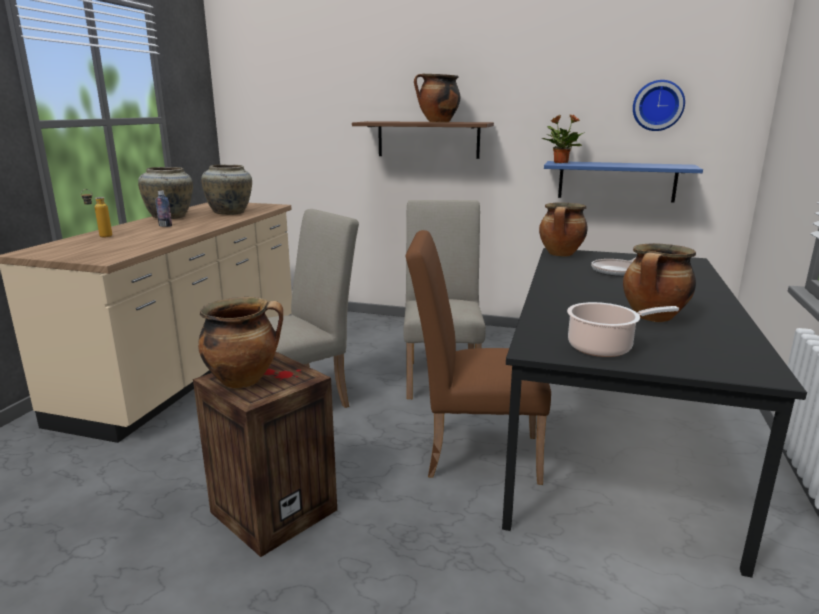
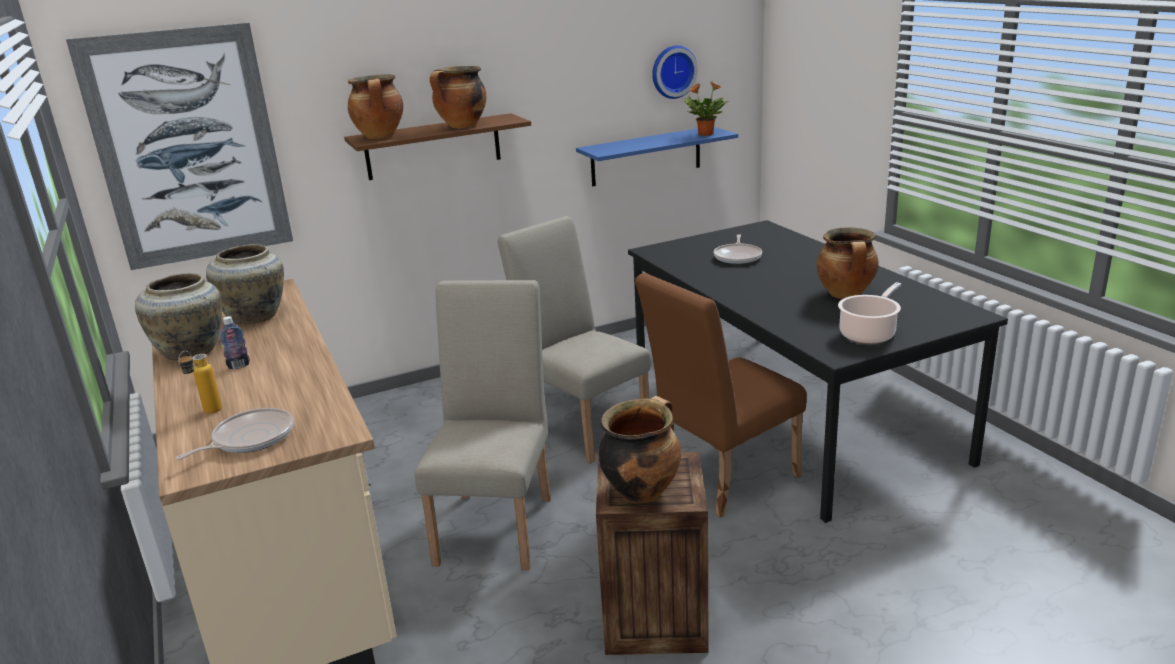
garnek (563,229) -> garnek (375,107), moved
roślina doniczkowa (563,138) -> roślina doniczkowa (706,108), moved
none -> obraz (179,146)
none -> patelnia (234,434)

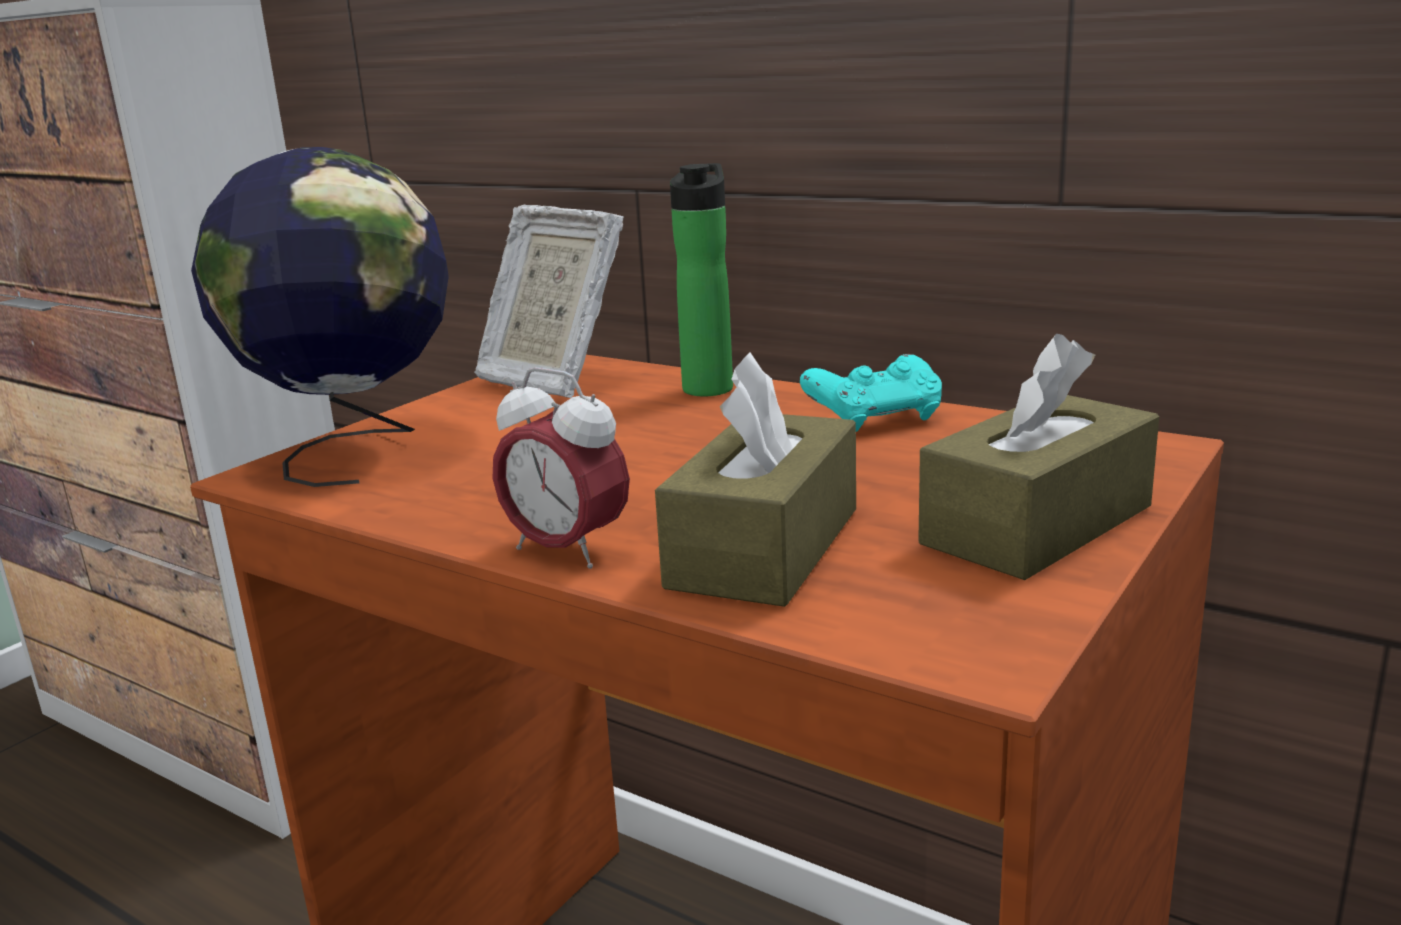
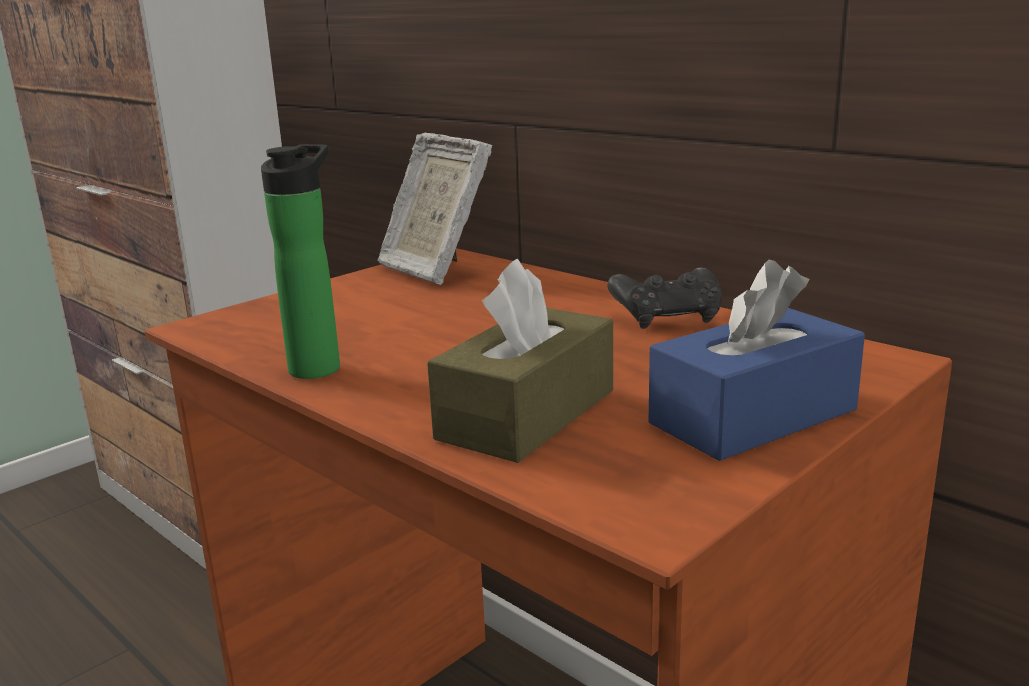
globus (320,317) -> none
budzik (561,468) -> none
butelka (701,279) -> butelka (300,261), moved
pad do gier/turkusowy (871,393) -> pad do gier/czarny (664,298)
pudełko chusteczek/brązowy (1038,457) -> pudełko chusteczek/niebieski (757,360)

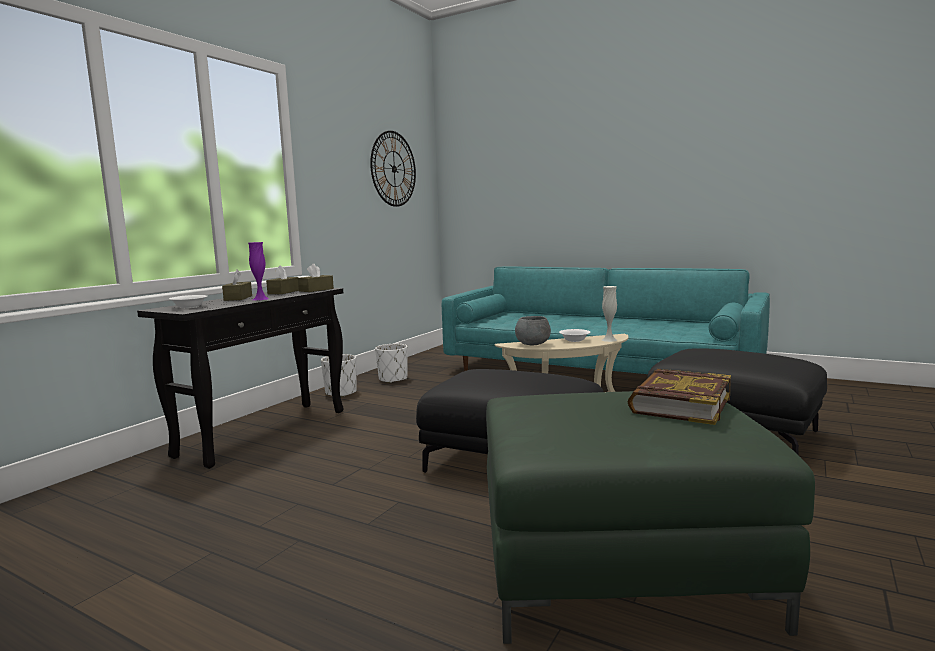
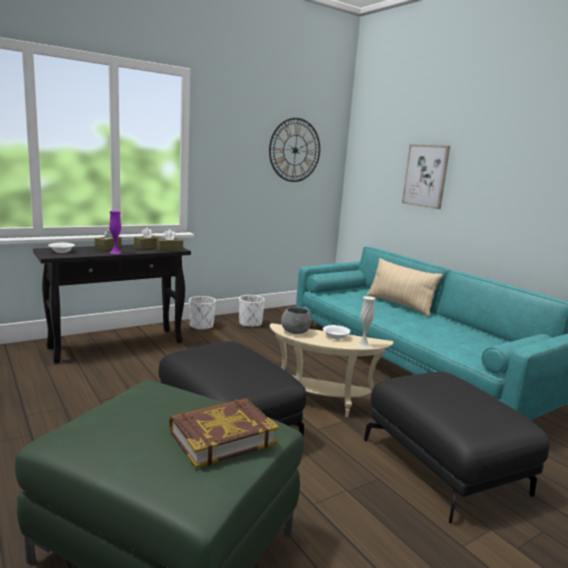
none -> poduszka/beżowy (405,287)
none -> obraz (426,176)

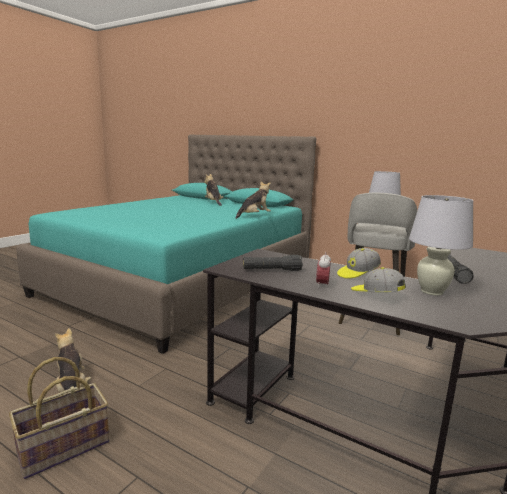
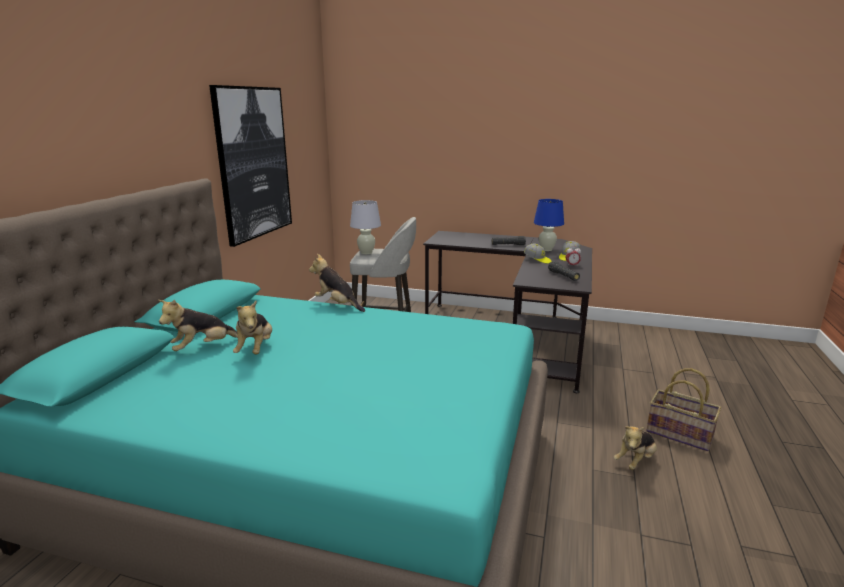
lampa stołowa/biały (441,245) -> lampa stołowa/niebieski (549,225)
none -> obraz (250,166)
none -> pluszak (252,327)

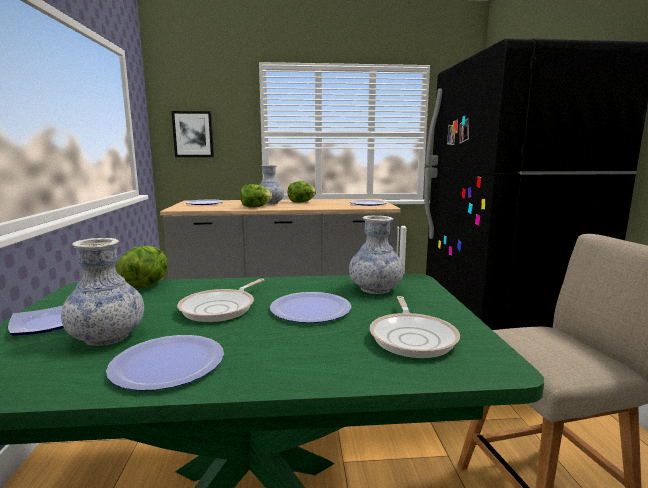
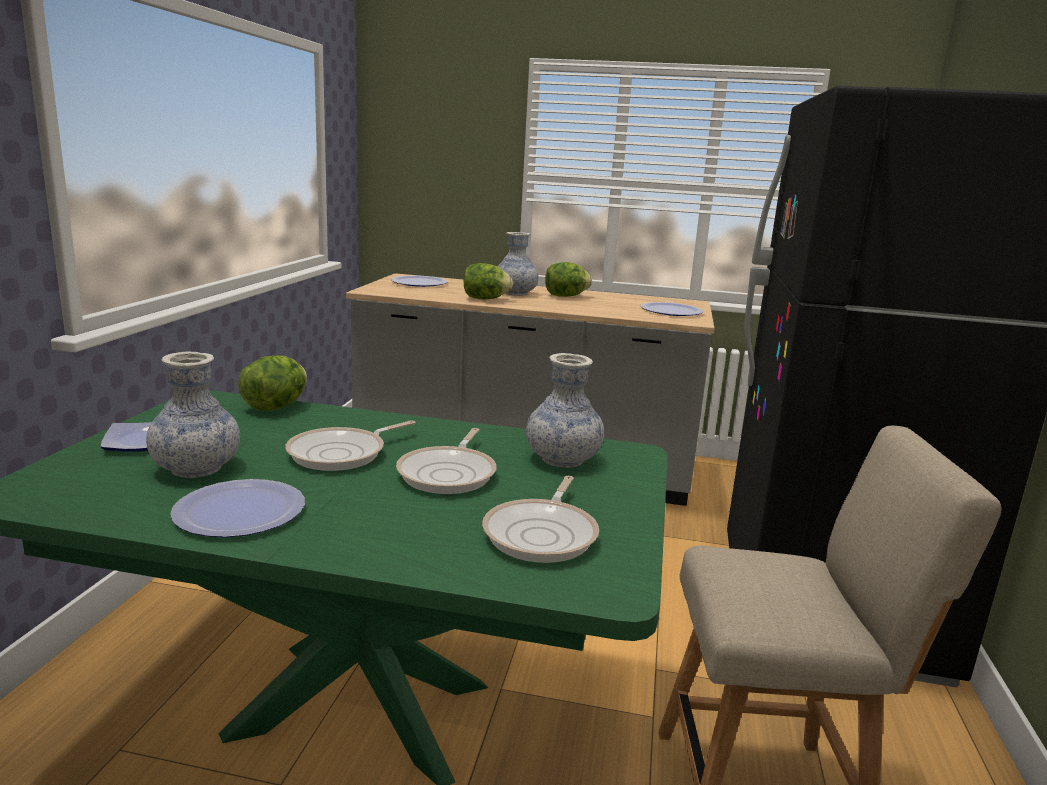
obraz (192,134) -> none
talerz (310,307) -> patelnia (446,461)

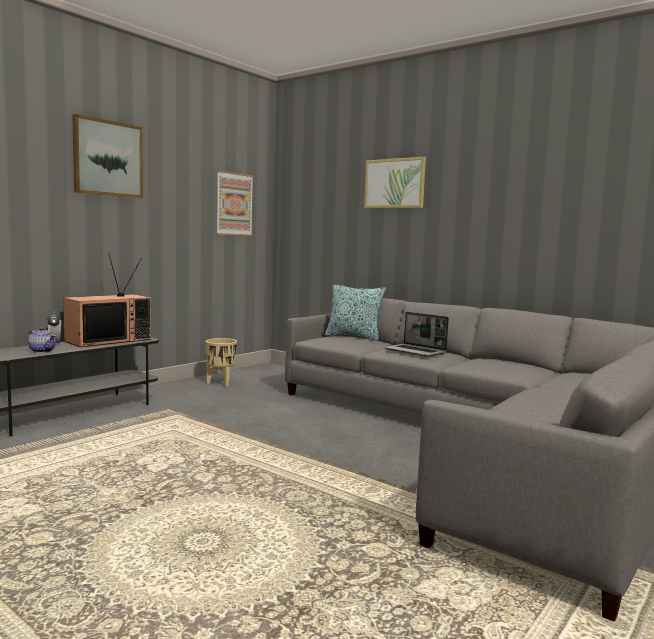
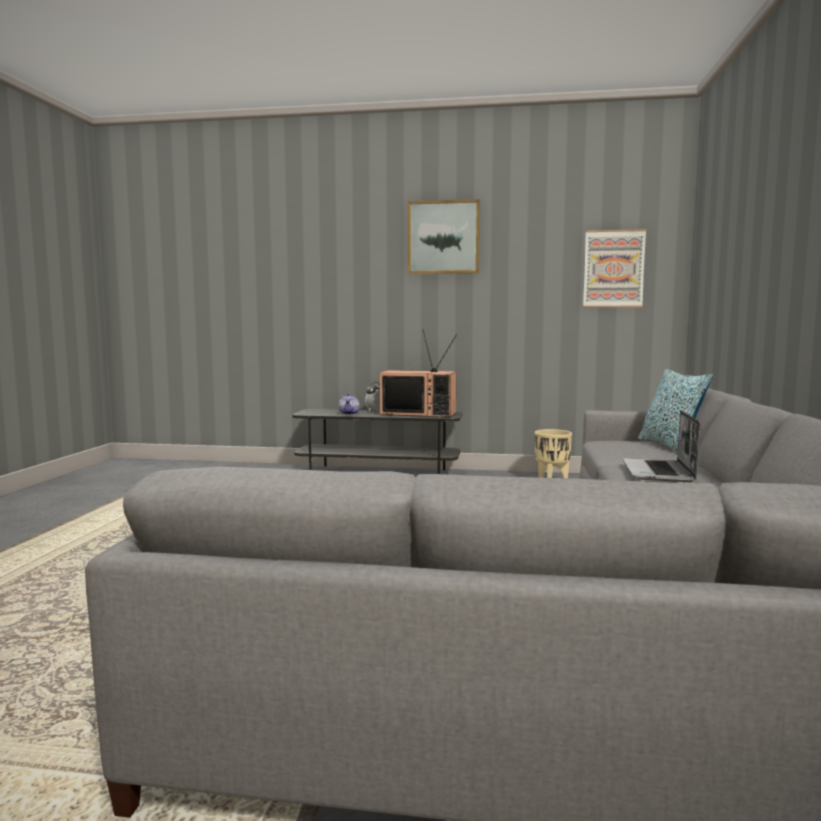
obraz (395,182) -> none

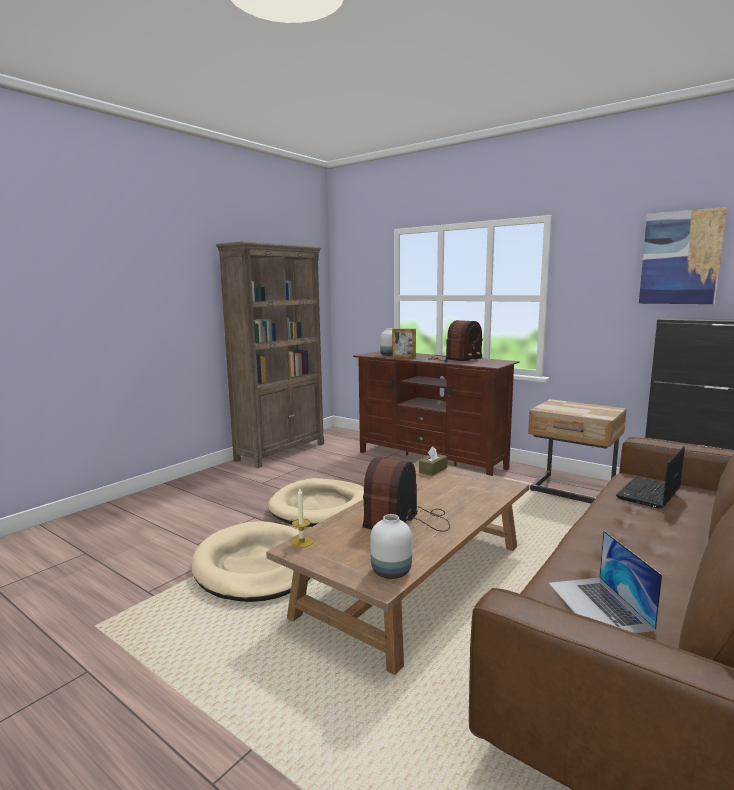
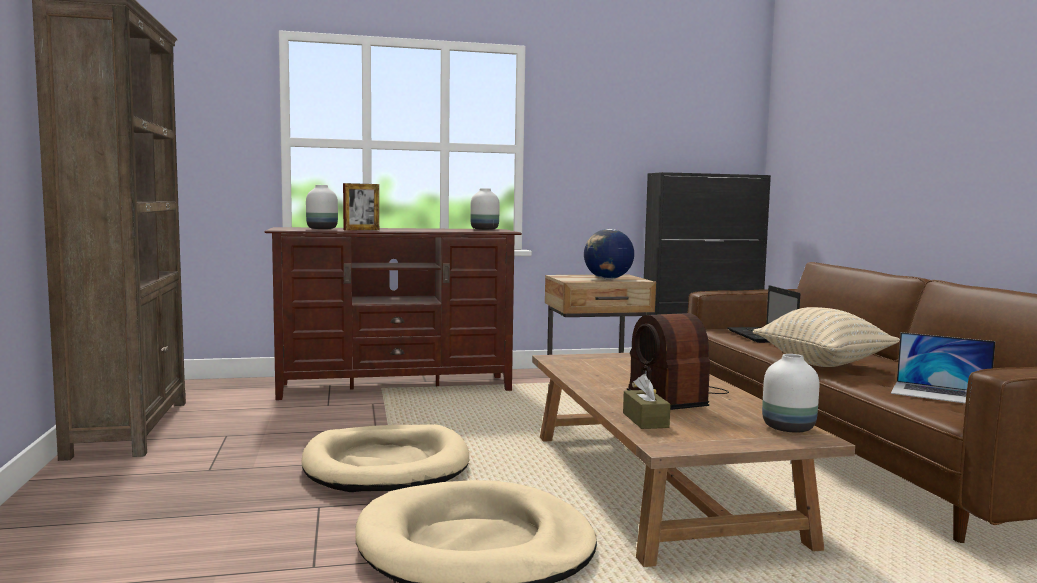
świeca (302,518) -> none
pudełko chusteczek/brązowy (433,461) -> pudełko chusteczek/brązowy (646,401), moved
radio (455,341) -> none
obraz (683,255) -> none
none -> wazon/biały (485,209)
none -> globus (609,254)
none -> poduszka/beżowy (826,337)

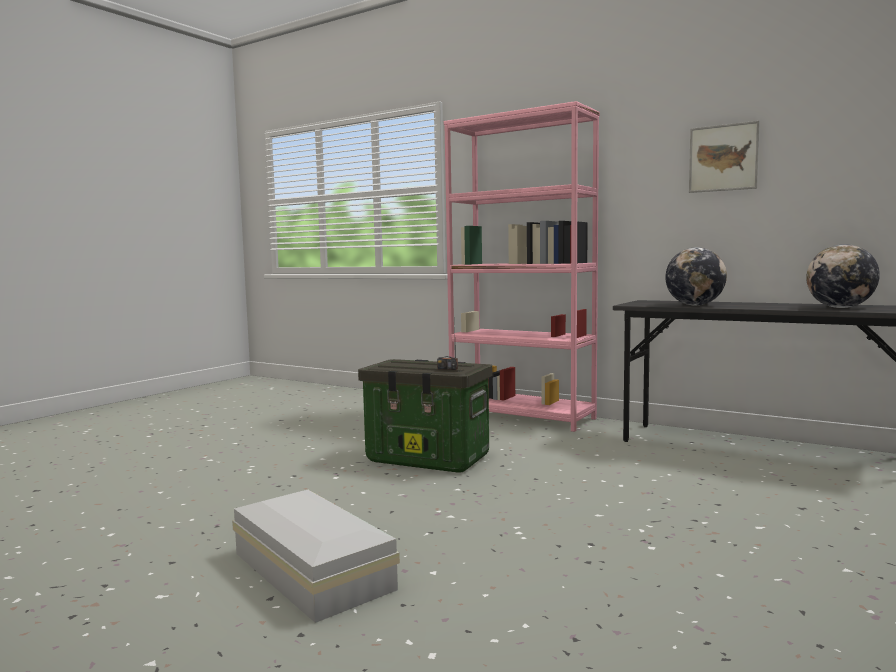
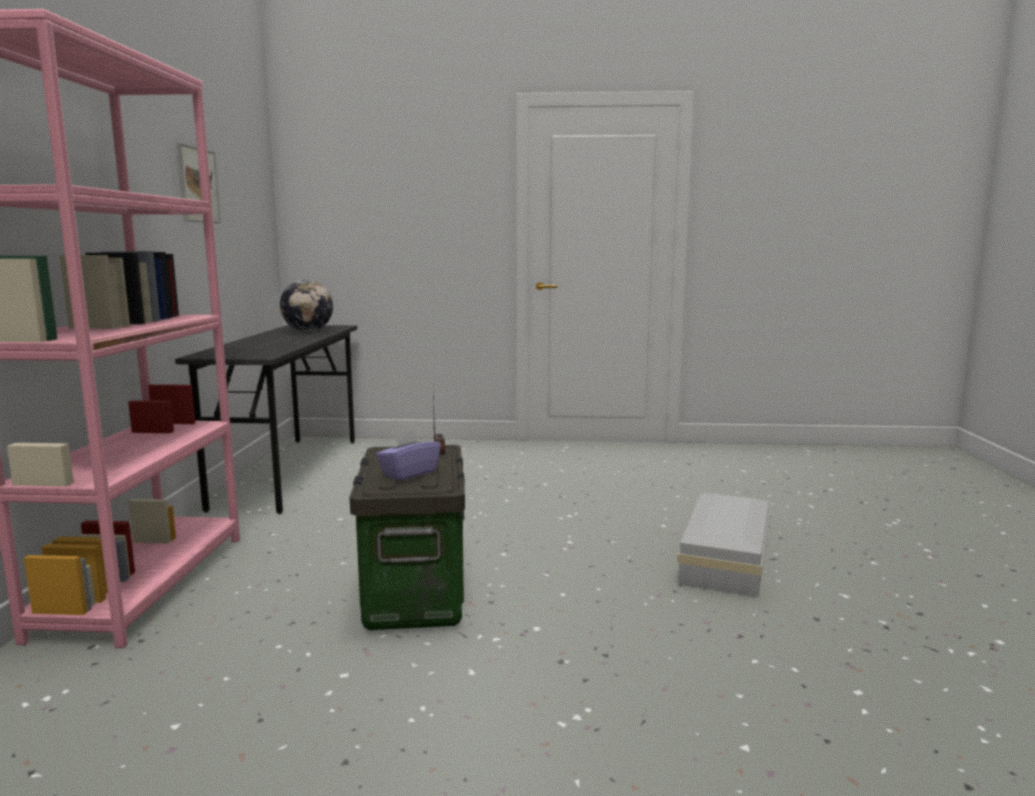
globus (696,276) -> none
none -> pudełko chusteczek/fioletowy (408,454)

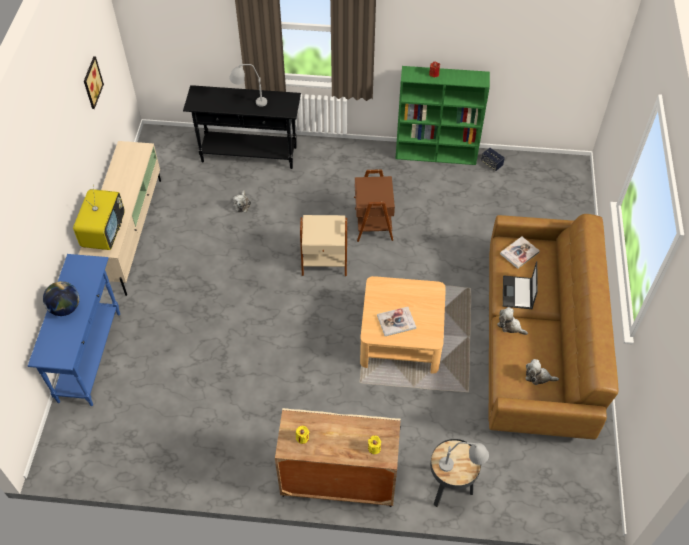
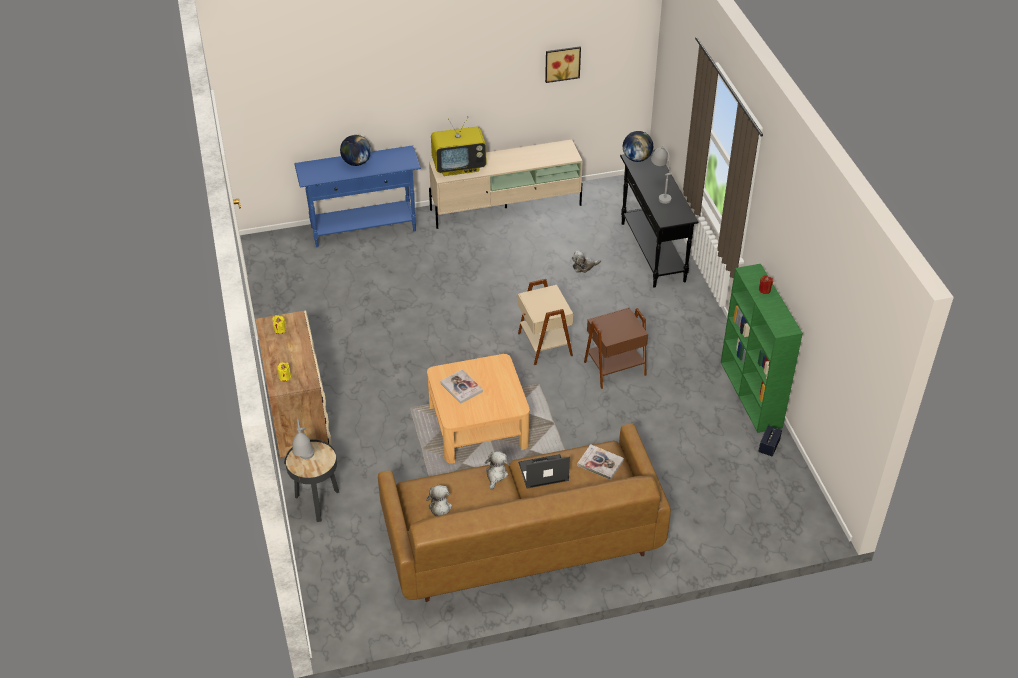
none -> globus (638,146)

